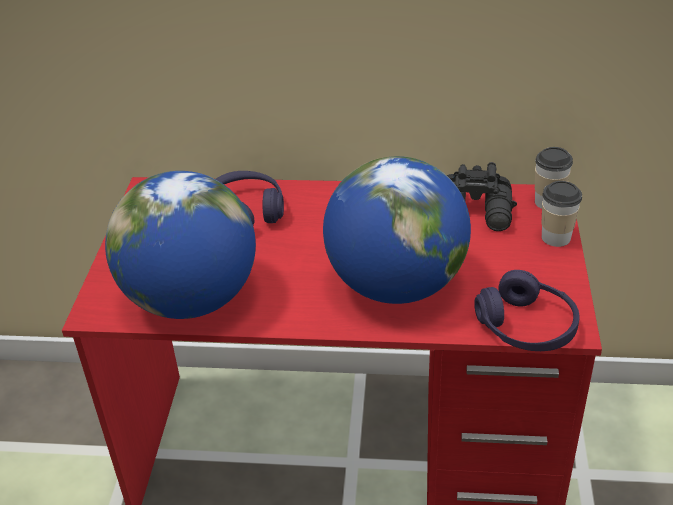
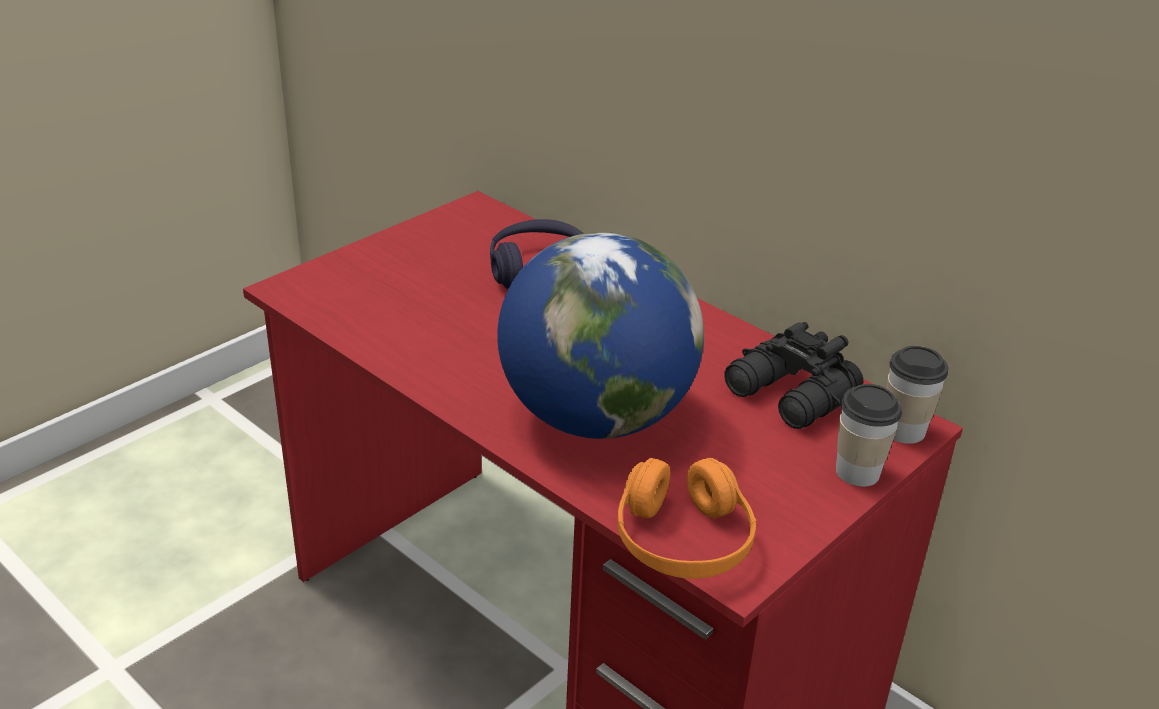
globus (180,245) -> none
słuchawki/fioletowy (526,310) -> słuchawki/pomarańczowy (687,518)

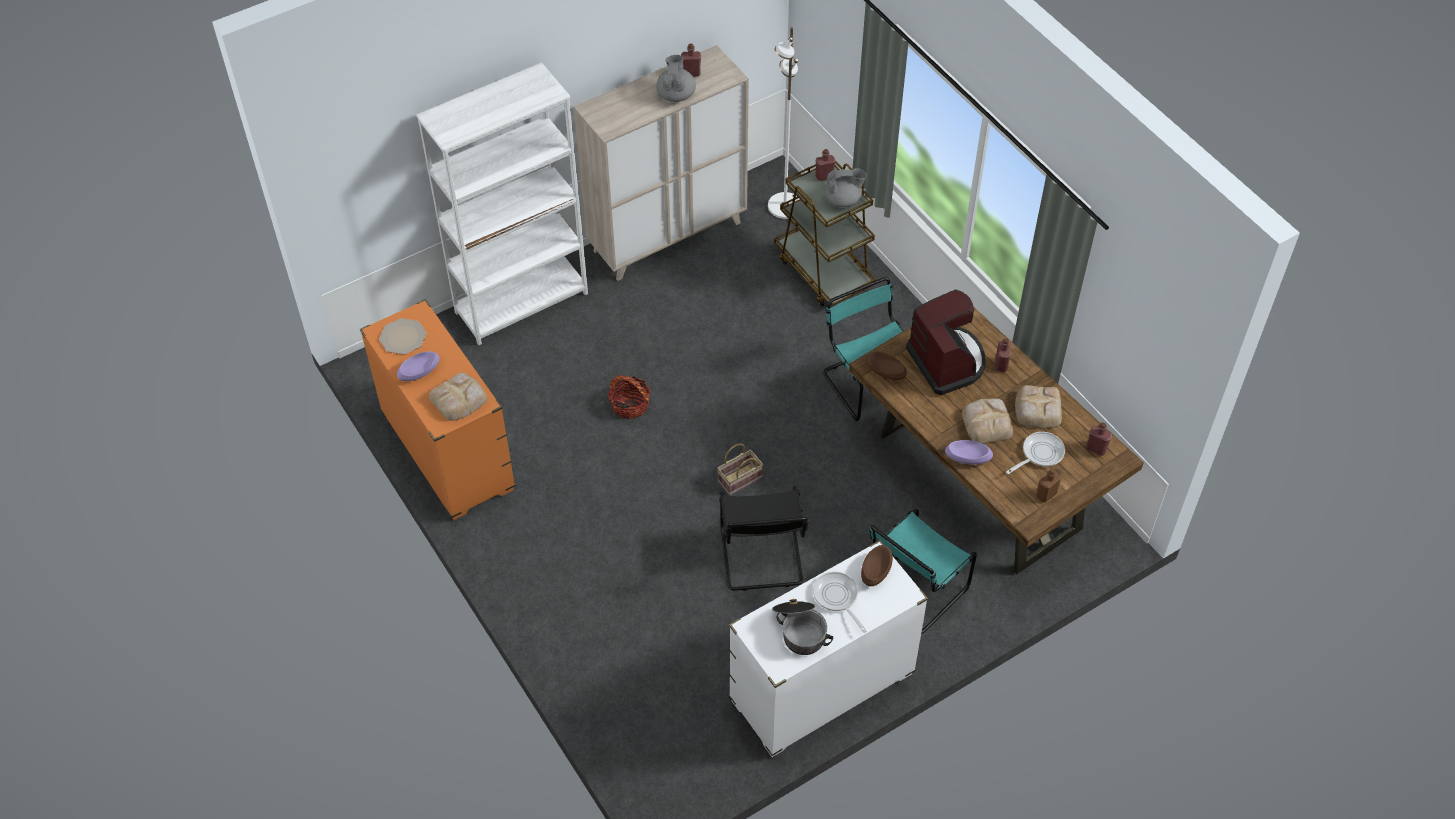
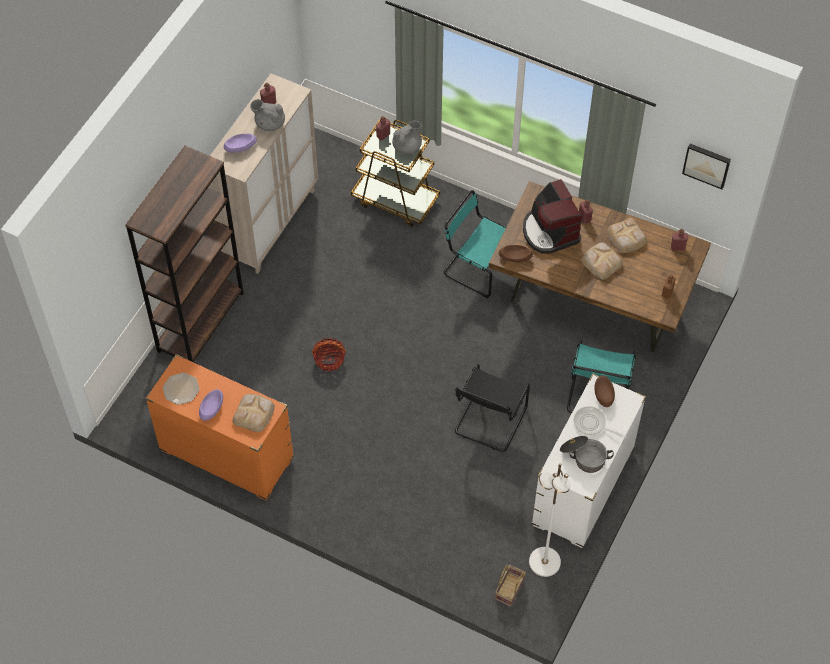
regał/biały (502,203) -> regał/brązowy (184,254)
imbryk/szary (676,78) -> imbryk/szary (267,115), 45 degrees counterclockwise
koszyk (740,470) -> koszyk (510,586), moved
krzesło/czarny (764,538) -> krzesło/czarny (492,408), 60 degrees clockwise
lampa stojąca/biały (783,123) -> lampa stojąca/biały (549,520), moved
ekspres do kawy (946,342) -> ekspres do kawy (552,216), 150 degrees counterclockwise
miska/fioletowy (969,452) -> miska/fioletowy (240,143), moved
patelnia (1035,453) -> none
none -> obraz (706,166)

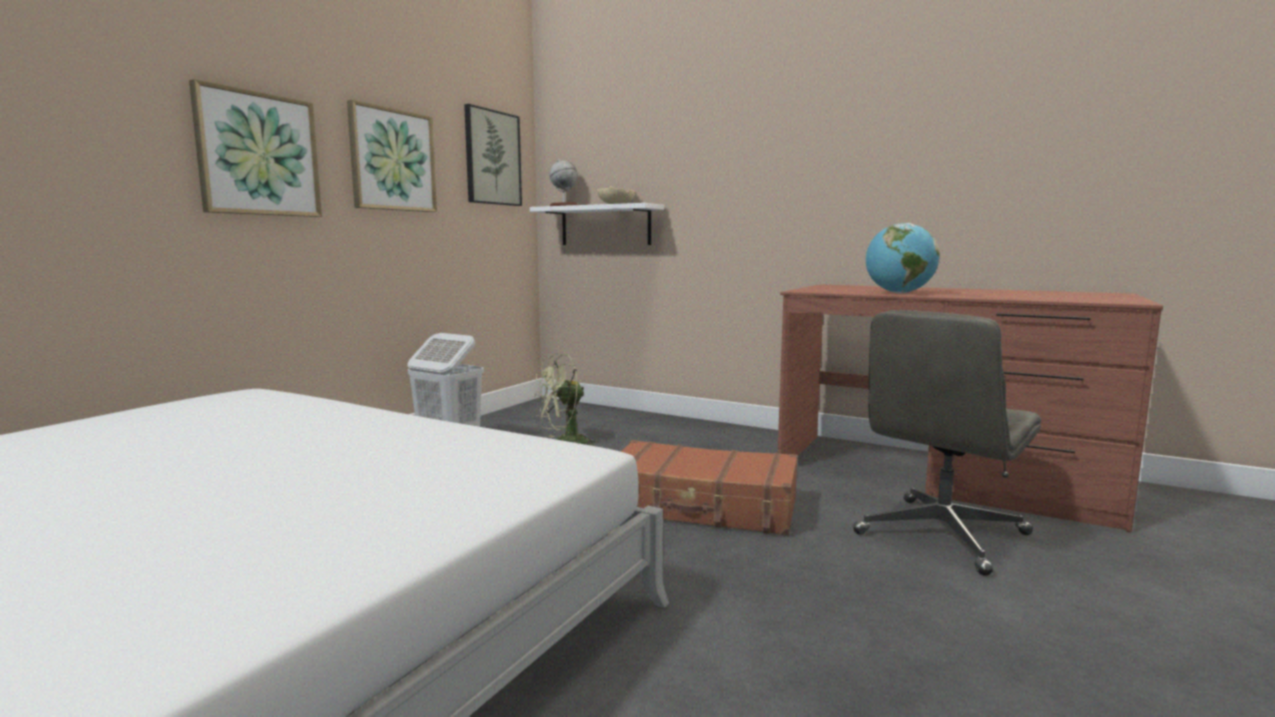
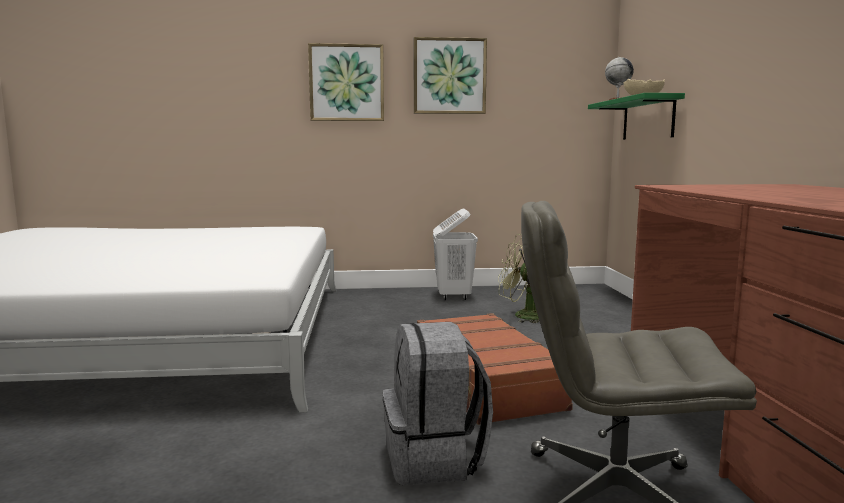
obraz (493,155) -> none
półka/biały (597,224) -> półka/zielony (636,116)
globus (903,258) -> none
none -> plecak/szary (438,403)

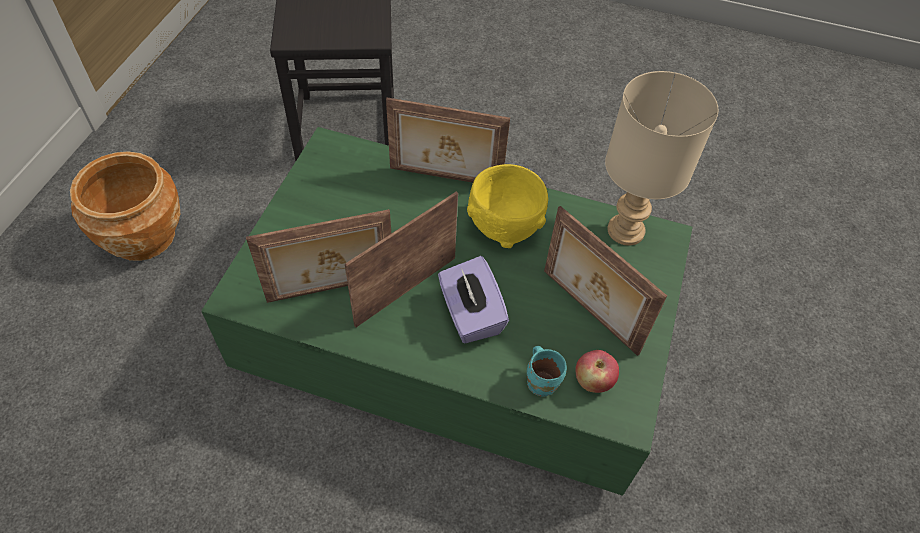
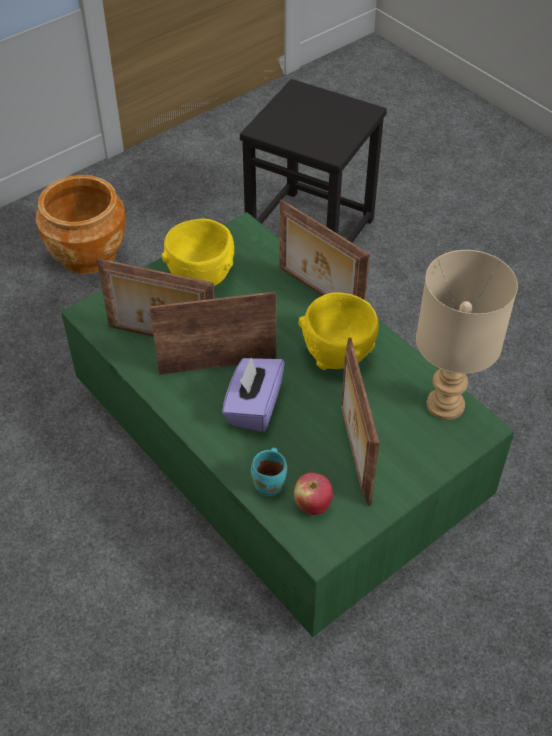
none -> miska/żółty (198,252)

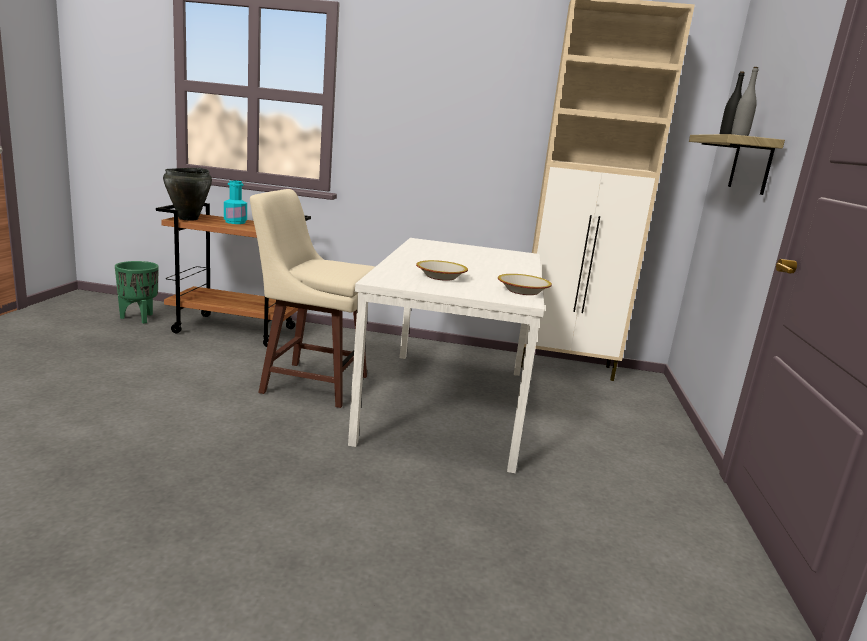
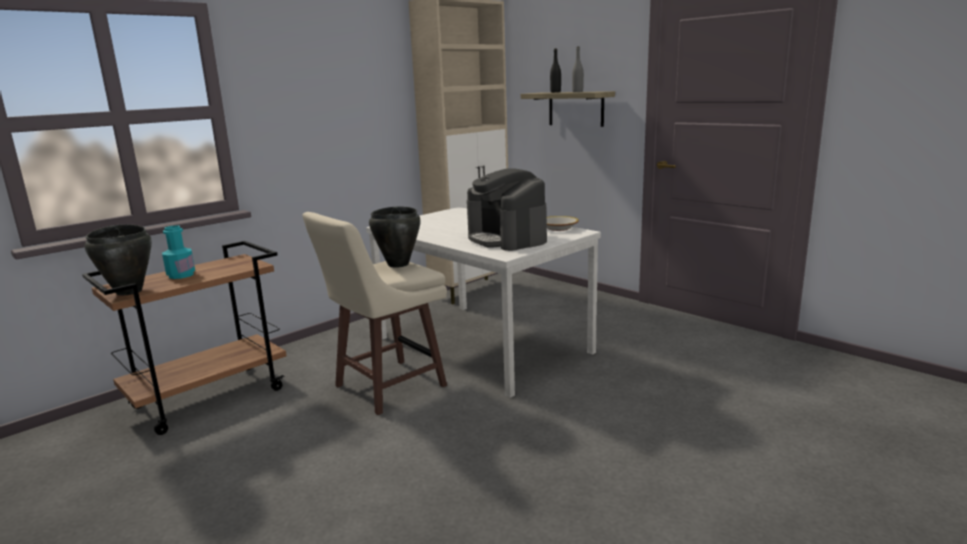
donica/zielony (137,292) -> none
miska (442,270) -> ekspres do kawy (507,209)
none -> garnek/czarny (395,237)

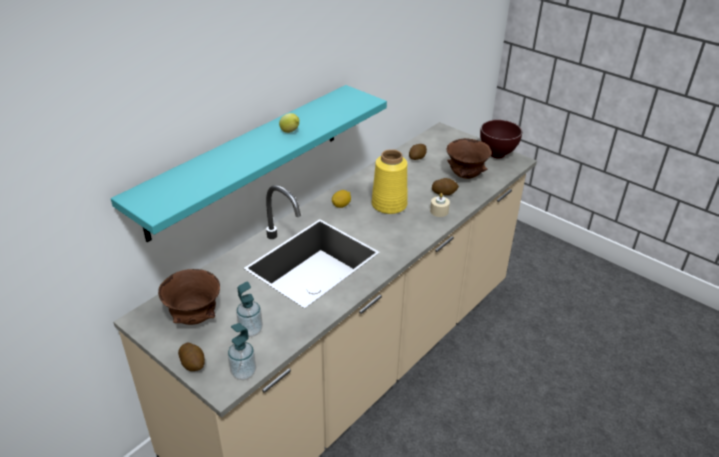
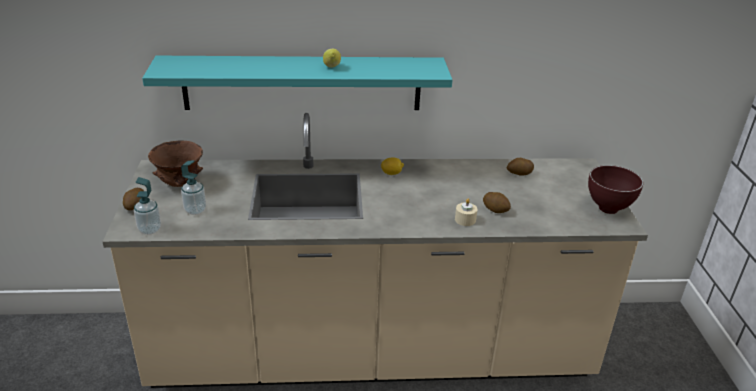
wazon/żółty (390,181) -> none
miska/brązowy (469,158) -> none

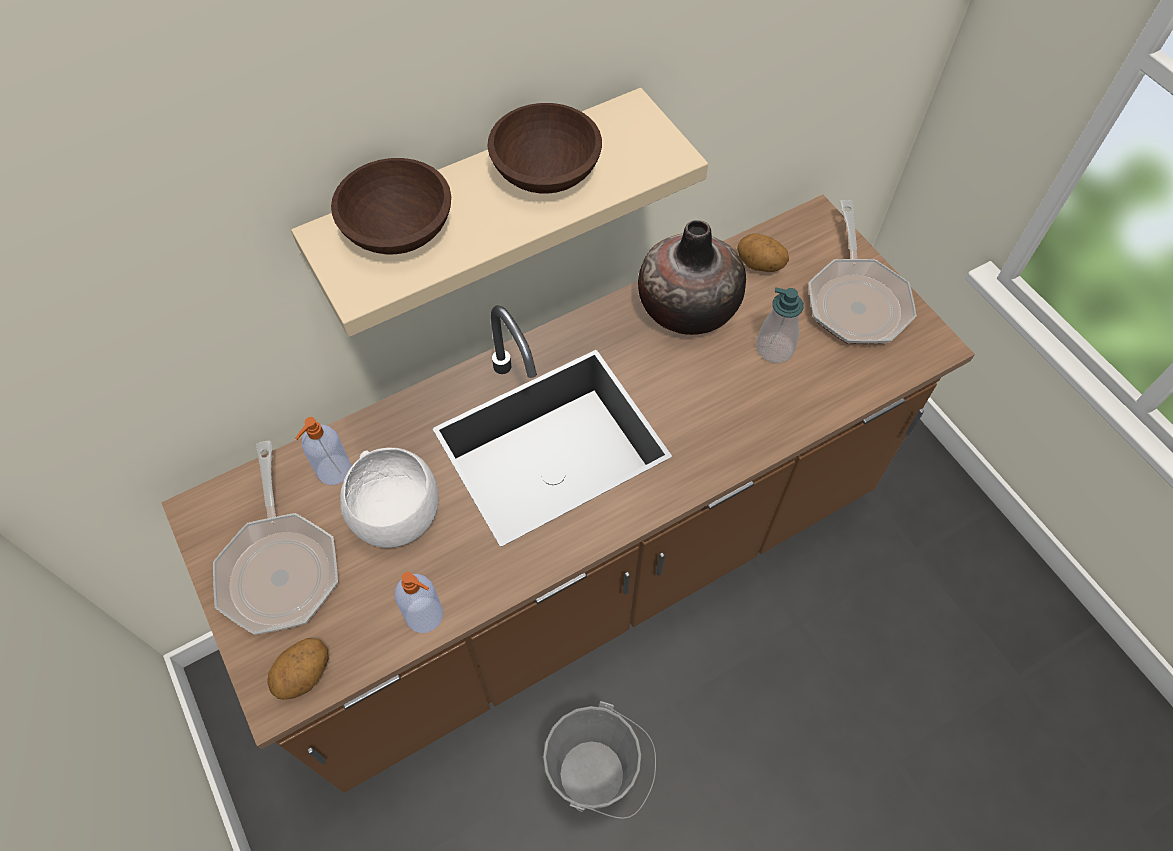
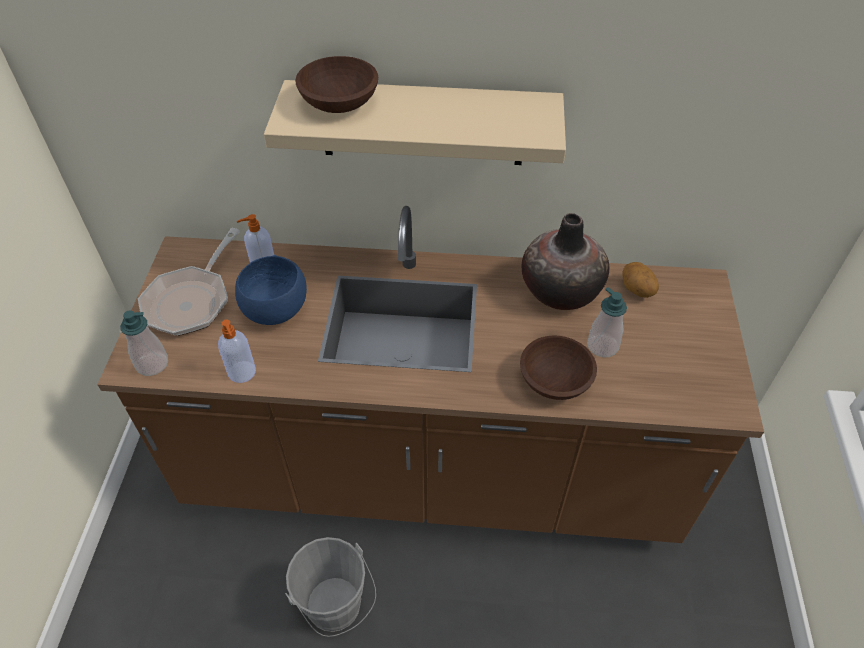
ziemniak (298,669) -> dozownik mydła (144,343)
miska/biały (389,498) -> miska/niebieski (271,290)
miska/brązowy (545,148) -> miska/brązowy (558,368), moved
patelnia (863,272) -> none

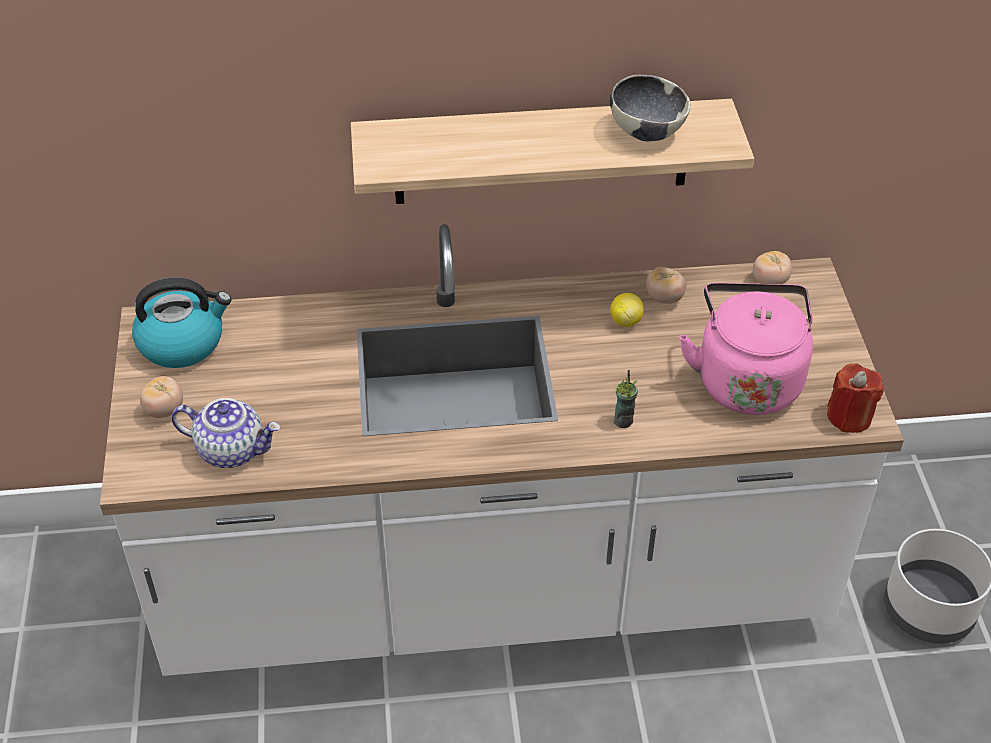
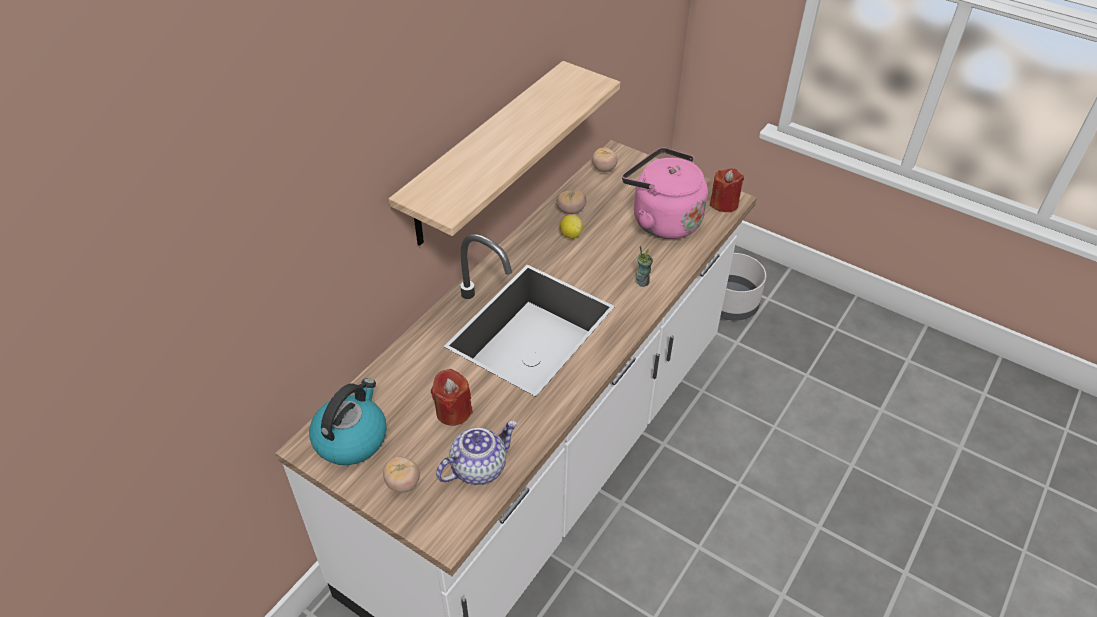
miska (650,108) -> none
none -> świeca/czerwony (452,397)

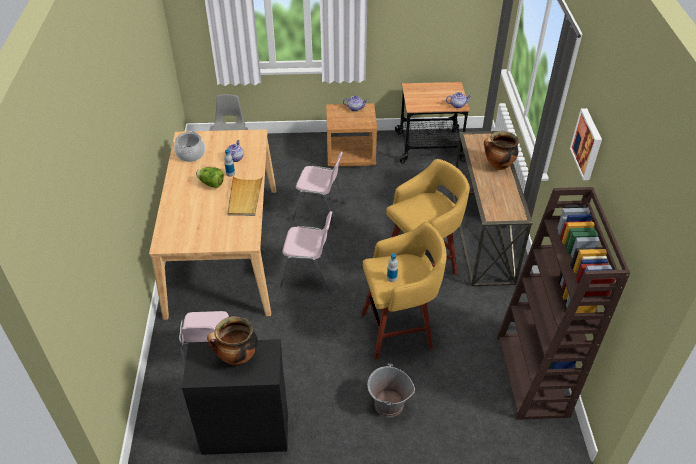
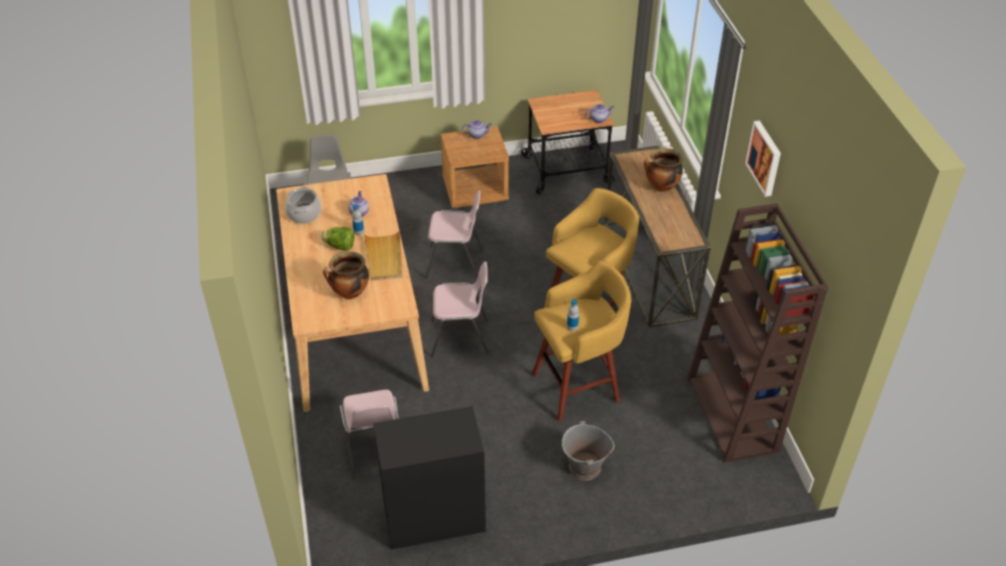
garnek (232,340) -> garnek (346,275), moved

